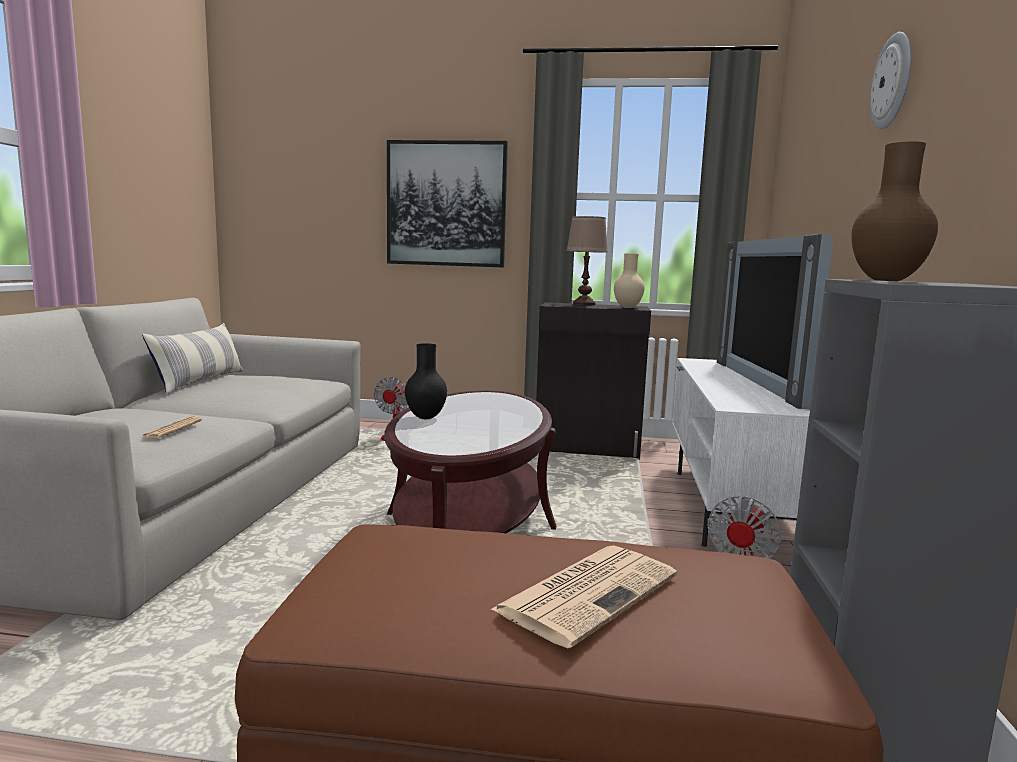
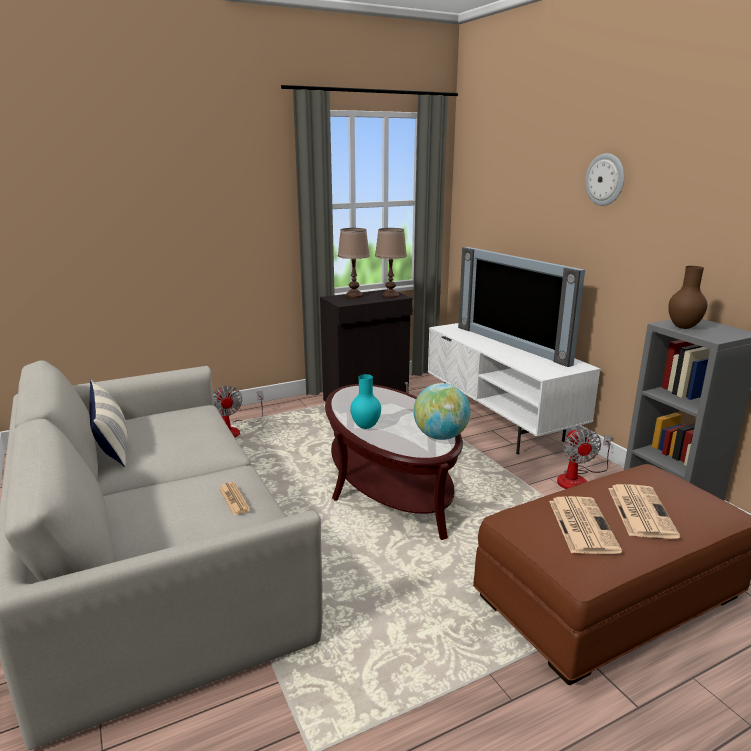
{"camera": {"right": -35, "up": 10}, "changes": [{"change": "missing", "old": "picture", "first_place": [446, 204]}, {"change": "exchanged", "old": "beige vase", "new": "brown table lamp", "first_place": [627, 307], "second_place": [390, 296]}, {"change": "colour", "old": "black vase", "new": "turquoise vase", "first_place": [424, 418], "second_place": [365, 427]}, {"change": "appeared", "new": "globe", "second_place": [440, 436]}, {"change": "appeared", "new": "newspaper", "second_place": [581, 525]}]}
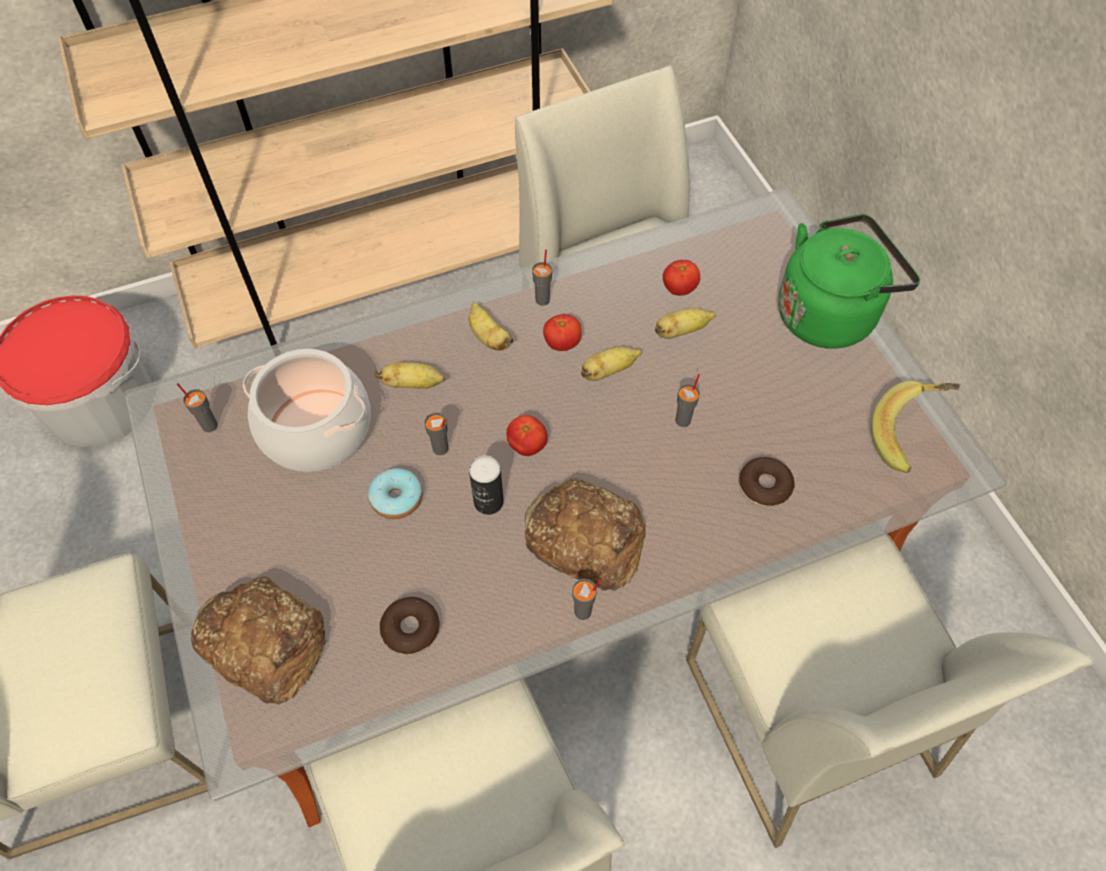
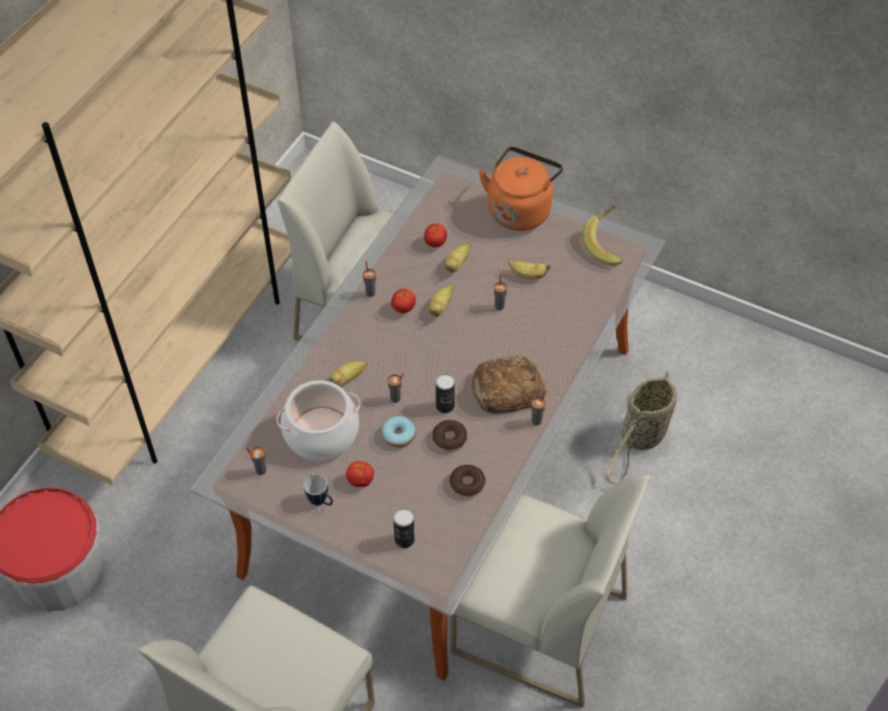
{"camera": {"right": -40, "up": -5}, "changes": [{"change": "colour", "old": "green kettle", "new": "orange kettle", "first_place": [830, 313], "second_place": [520, 209]}, {"change": "relocated", "old": "banana", "first_place": [488, 337], "second_place": [527, 275]}, {"change": "relocated", "old": "tomato", "first_place": [527, 445], "second_place": [360, 481]}, {"change": "relocated", "old": "donut", "first_place": [764, 486], "second_place": [449, 439]}, {"change": "exchanged", "old": "white chair", "new": "basket", "first_place": [805, 714], "second_place": [641, 438]}, {"change": "exchanged", "old": "bread", "new": "can", "first_place": [264, 642], "second_place": [404, 539]}, {"change": "appeared", "new": "mug", "second_place": [321, 502]}]}
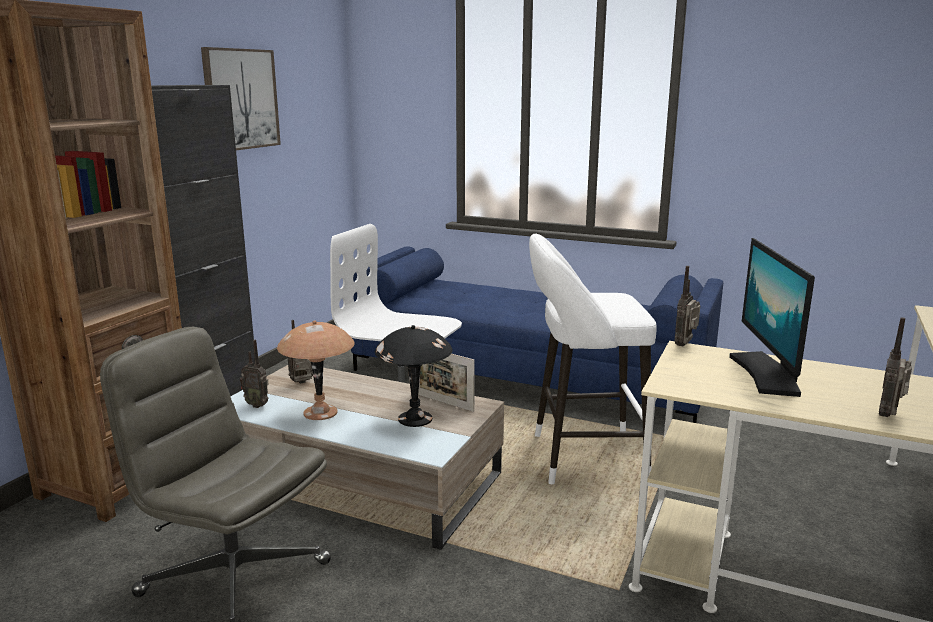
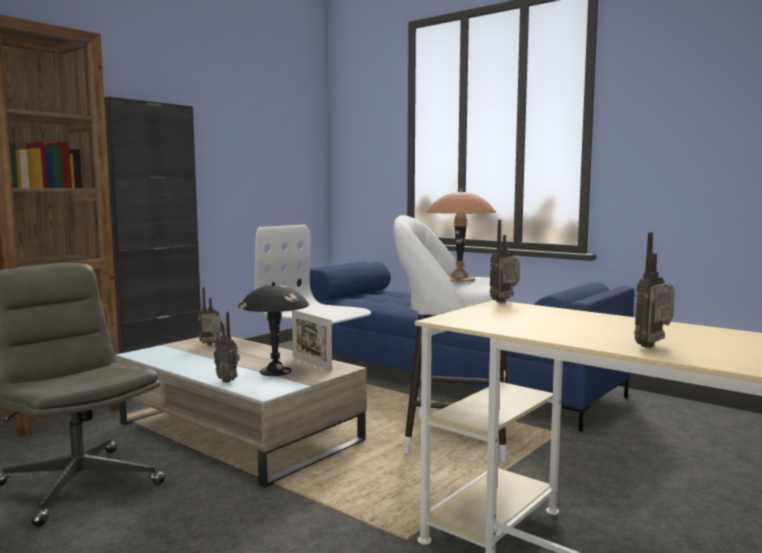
{"camera": {"right": 15, "up": -10}, "changes": [{"change": "missing", "old": "picture", "first_place": [240, 99]}, {"change": "missing", "old": "monitor", "first_place": [767, 374]}, {"change": "relocated", "old": "brown table lamp", "first_place": [320, 413], "second_place": [459, 279]}, {"change": "relocated", "old": "radio", "first_place": [257, 405], "second_place": [228, 380]}]}
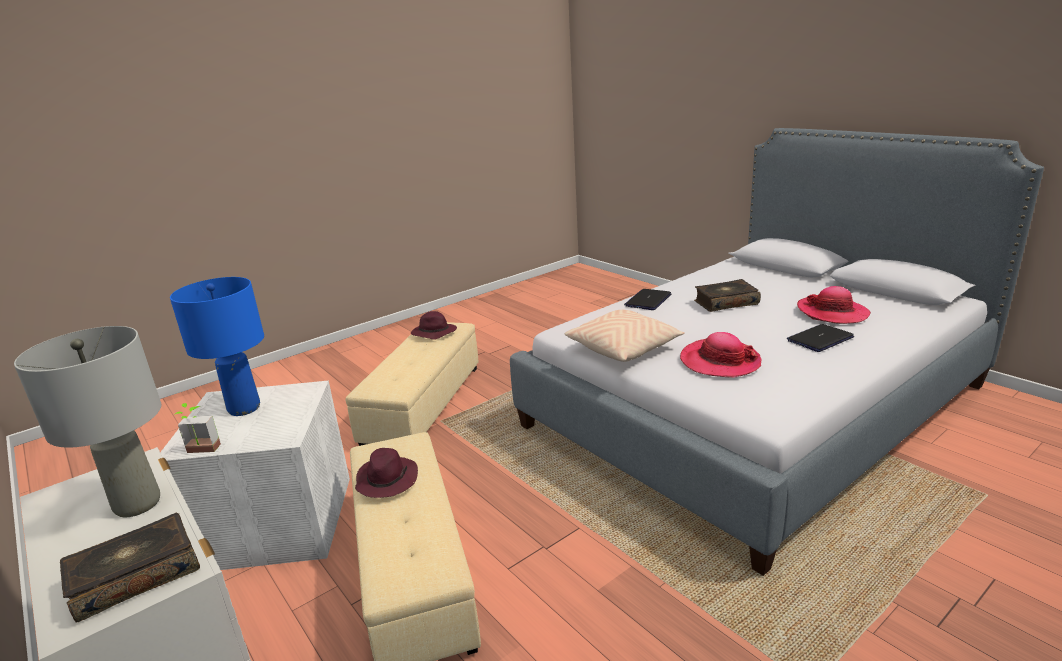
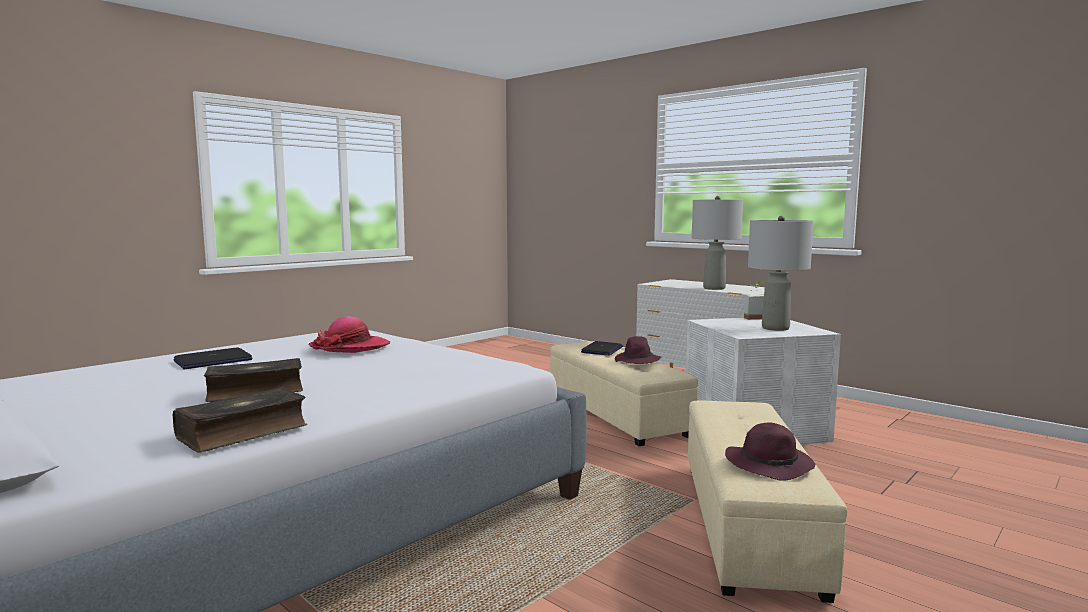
{"camera": {"right": 170, "up": -15}, "changes": [{"change": "colour", "old": "blue table lamp", "new": "grey table lamp", "first_place": [244, 408], "second_place": [774, 328]}, {"change": "missing", "old": "hat", "first_place": [832, 313]}, {"change": "relocated", "old": "laptop", "first_place": [648, 300], "second_place": [602, 350]}, {"change": "missing", "old": "beige pillow", "first_place": [624, 348]}, {"change": "relocated", "old": "book", "first_place": [136, 576], "second_place": [243, 432]}]}
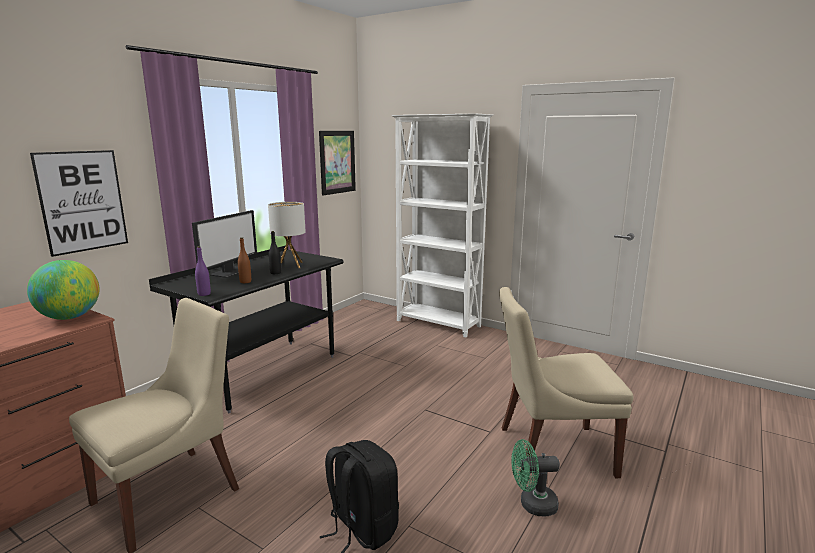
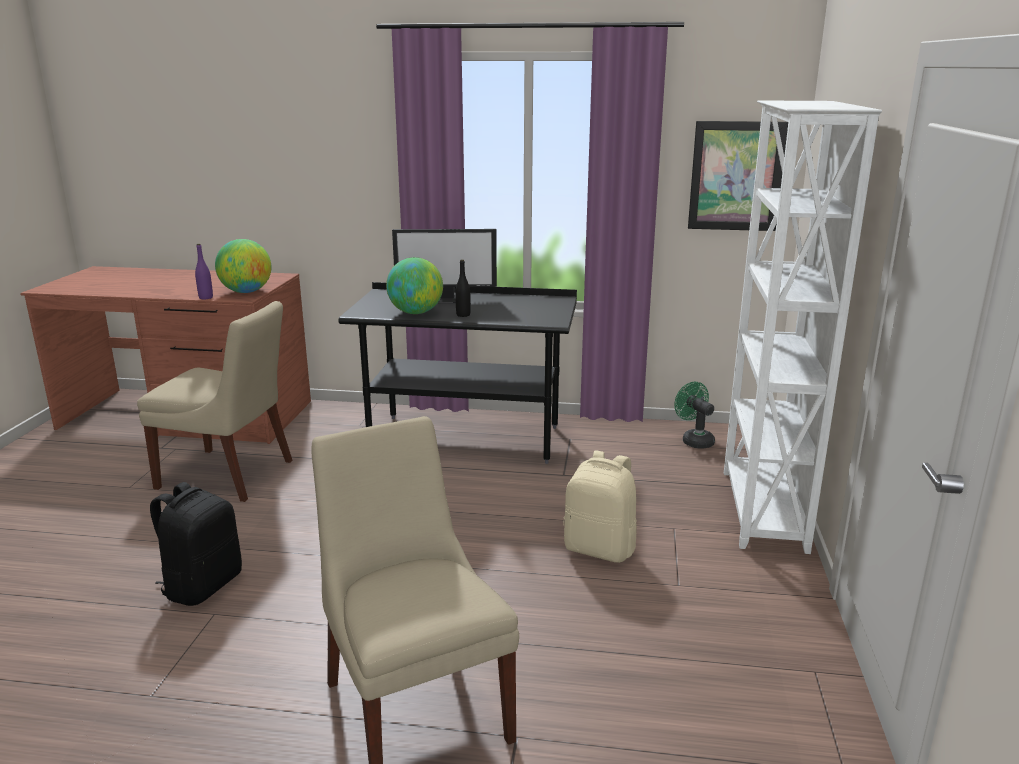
{"camera": {"right": 65, "up": 5}, "changes": [{"change": "missing", "old": "picture", "first_place": [82, 201]}, {"change": "missing", "old": "table lamp", "first_place": [290, 265]}, {"change": "exchanged", "old": "brown bottle", "new": "globe", "first_place": [245, 282], "second_place": [416, 313]}, {"change": "relocated", "old": "purple bottle", "first_place": [204, 294], "second_place": [206, 297]}, {"change": "relocated", "old": "green fan", "first_place": [532, 504], "second_place": [694, 440]}, {"change": "appeared", "new": "beige backpack", "second_place": [600, 549]}]}
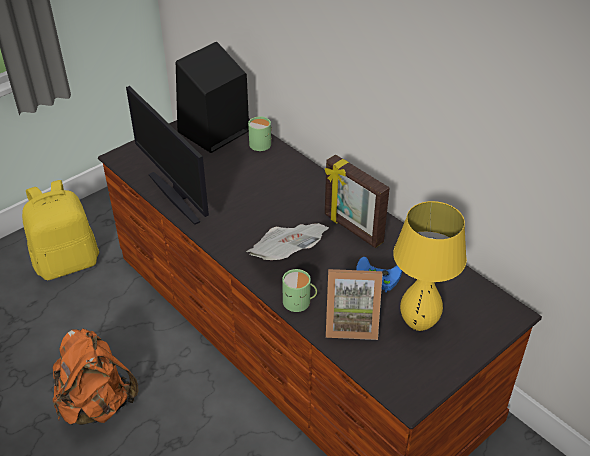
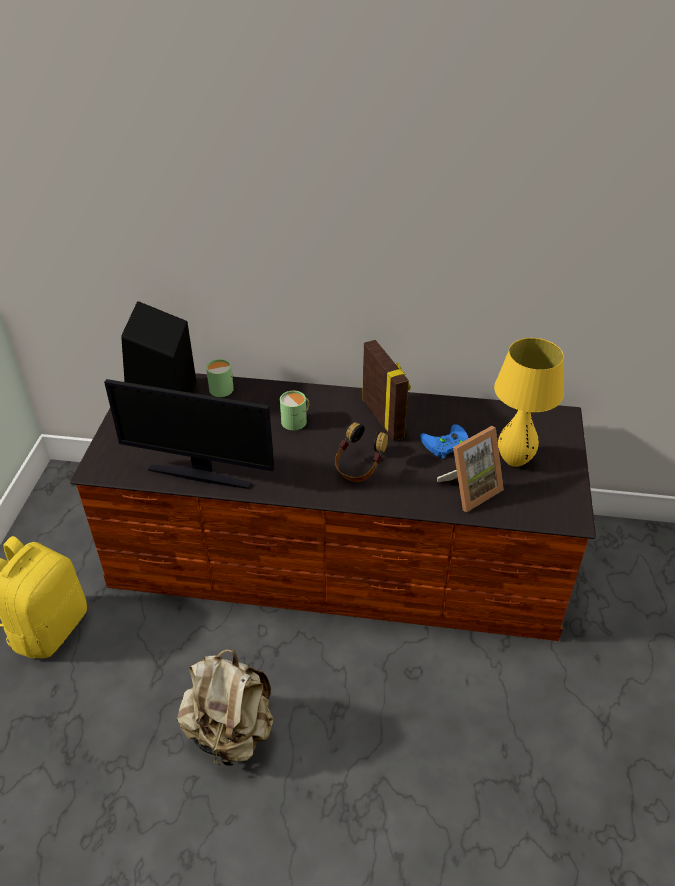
{"camera": {"right": -40, "up": 0}, "changes": [{"change": "spun", "old": "picture frame", "first_place": [352, 229], "second_place": [384, 418], "degrees": -120}, {"change": "exchanged", "old": "newspaper", "new": "headphones", "first_place": [286, 255], "second_place": [358, 468]}, {"change": "relocated", "old": "green mug", "first_place": [299, 302], "second_place": [296, 421]}, {"change": "colour", "old": "orange backpack", "new": "beige backpack", "first_place": [97, 404], "second_place": [231, 731]}]}
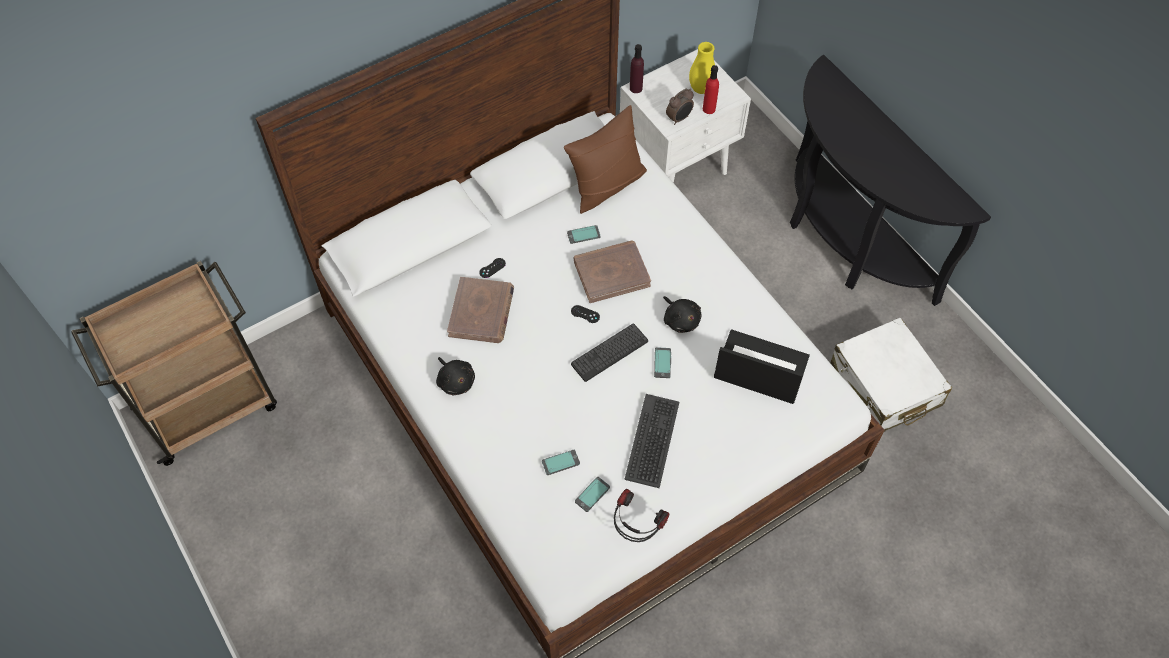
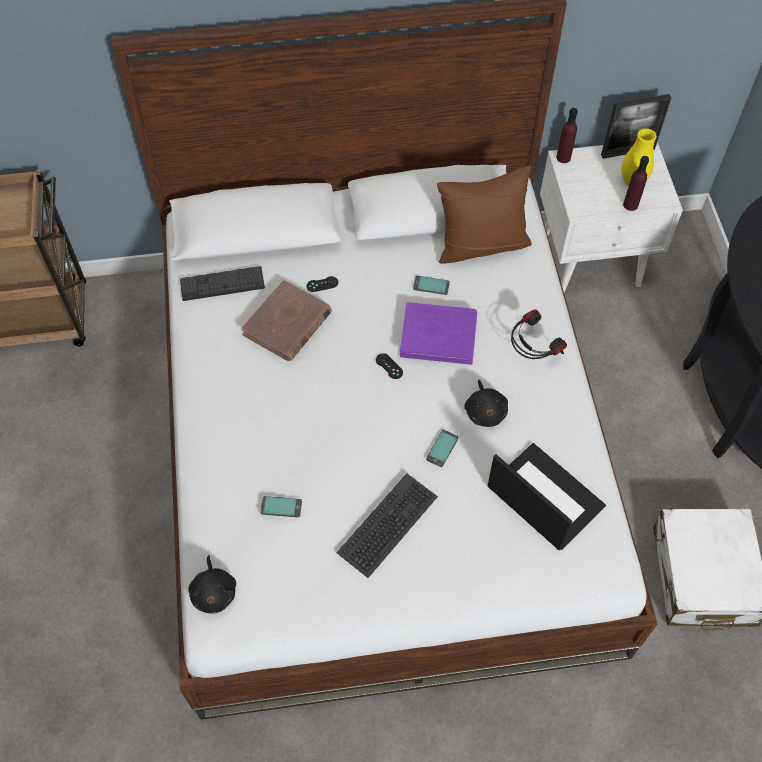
{"camera": {"right": 25, "up": 0}, "changes": [{"change": "colour", "old": "red bottle", "new": "purple bottle", "first_place": [709, 109], "second_place": [630, 205]}, {"change": "missing", "old": "alarm clock", "first_place": [679, 118]}, {"change": "colour", "old": "brown book", "new": "purple book", "first_place": [611, 273], "second_place": [438, 335]}, {"change": "relocated", "old": "keyboard", "first_place": [609, 353], "second_place": [222, 284]}, {"change": "relocated", "old": "black plush toy", "first_place": [456, 381], "second_place": [214, 592]}, {"change": "missing", "old": "phone", "first_place": [592, 494]}, {"change": "relocated", "old": "headphones", "first_place": [636, 527], "second_place": [532, 352]}, {"change": "appeared", "new": "picture frame", "second_place": [627, 152]}]}
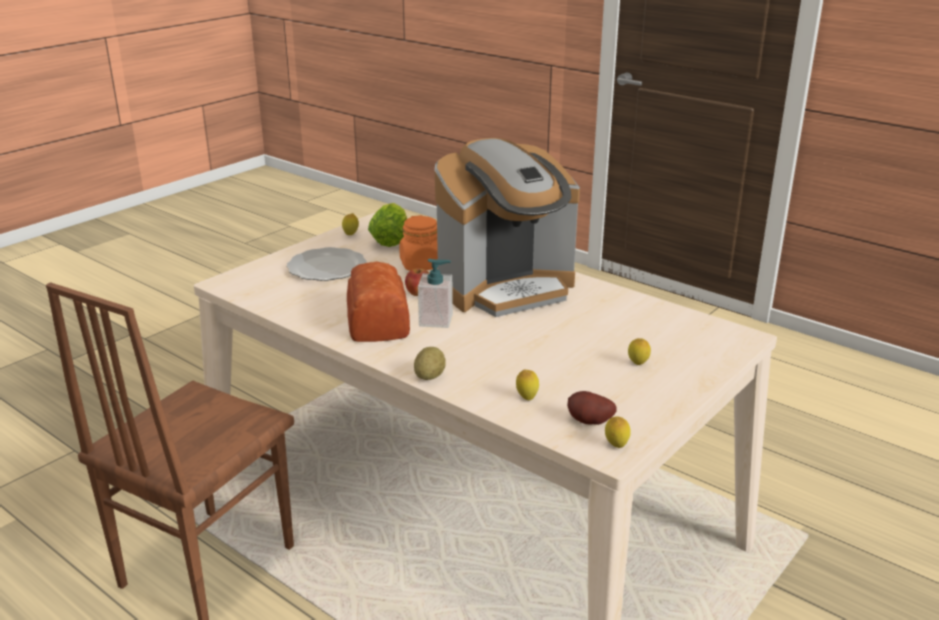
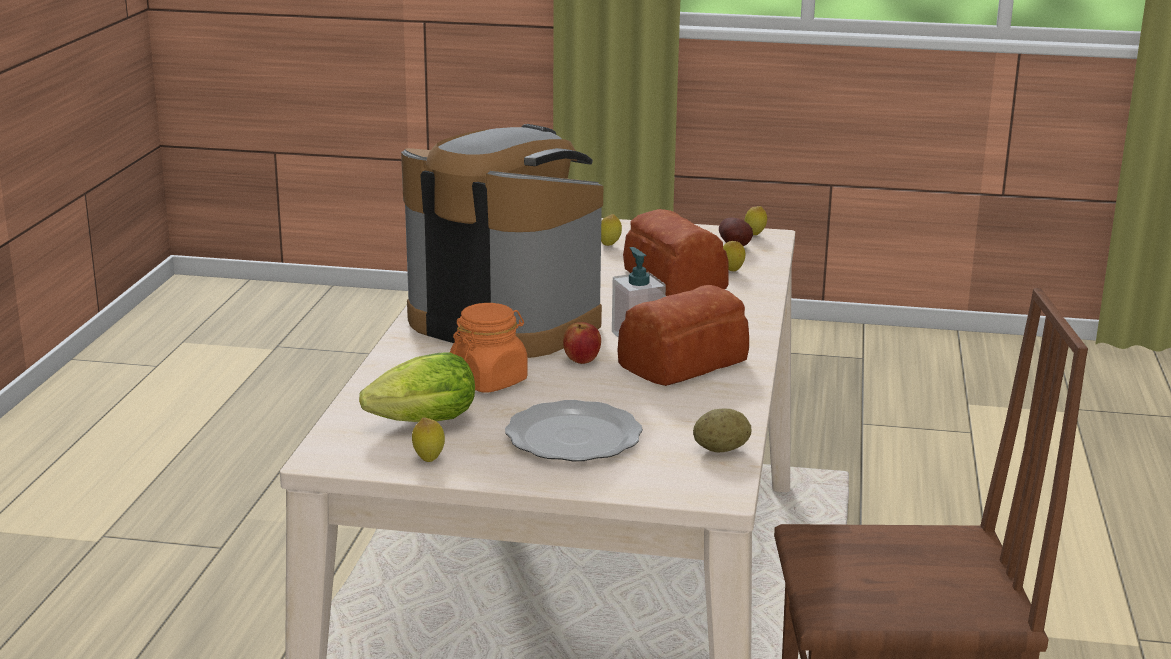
{"camera": {"right": -120, "up": -5}, "changes": [{"change": "relocated", "old": "potato", "first_place": [429, 376], "second_place": [721, 449]}, {"change": "appeared", "new": "bread", "second_place": [674, 281]}]}
